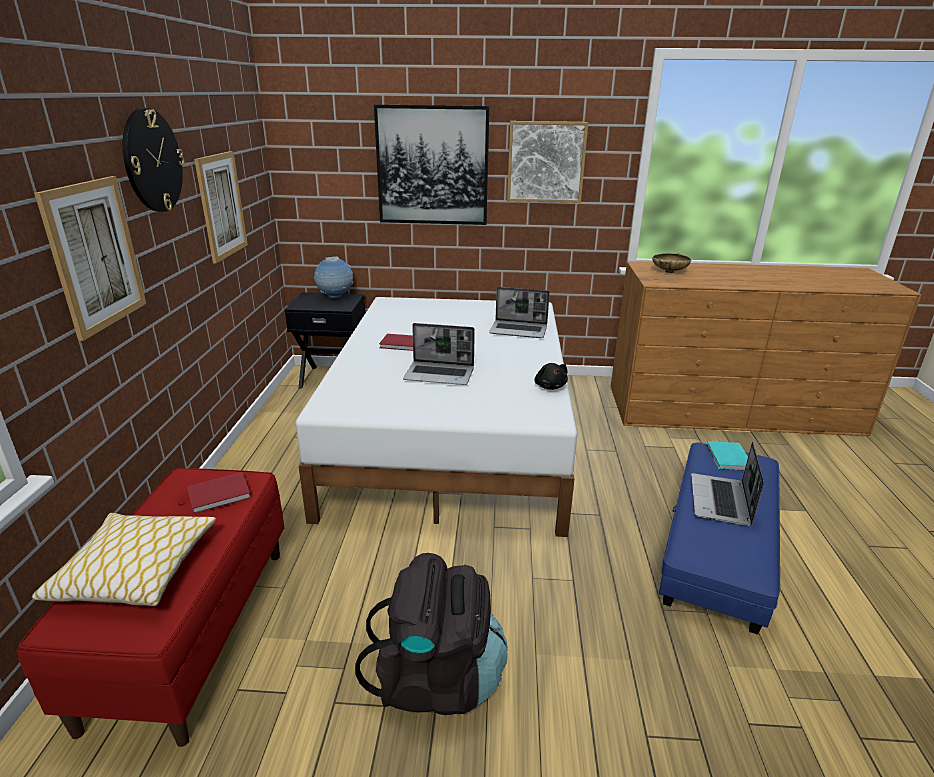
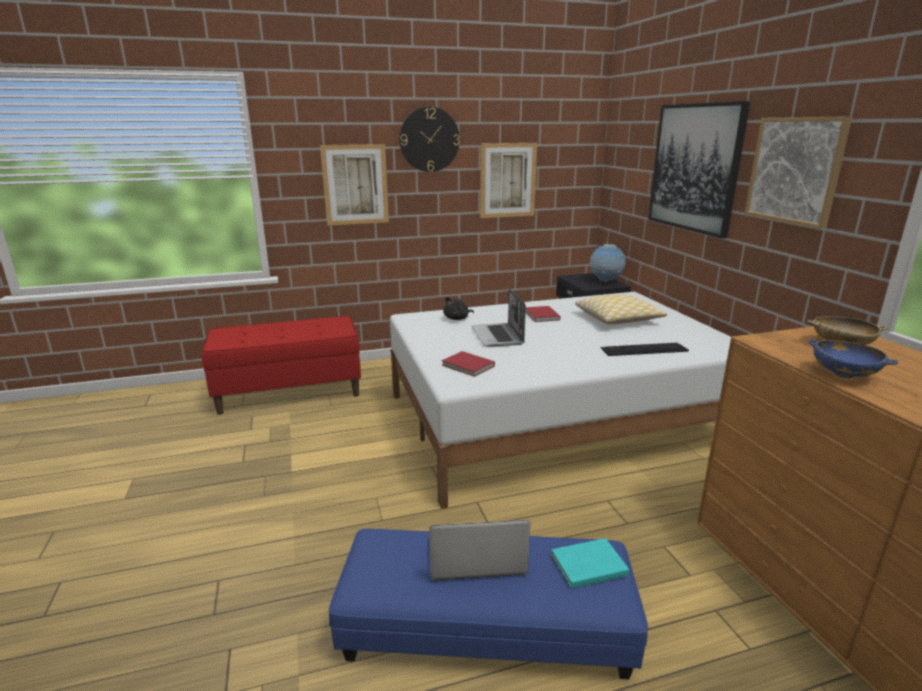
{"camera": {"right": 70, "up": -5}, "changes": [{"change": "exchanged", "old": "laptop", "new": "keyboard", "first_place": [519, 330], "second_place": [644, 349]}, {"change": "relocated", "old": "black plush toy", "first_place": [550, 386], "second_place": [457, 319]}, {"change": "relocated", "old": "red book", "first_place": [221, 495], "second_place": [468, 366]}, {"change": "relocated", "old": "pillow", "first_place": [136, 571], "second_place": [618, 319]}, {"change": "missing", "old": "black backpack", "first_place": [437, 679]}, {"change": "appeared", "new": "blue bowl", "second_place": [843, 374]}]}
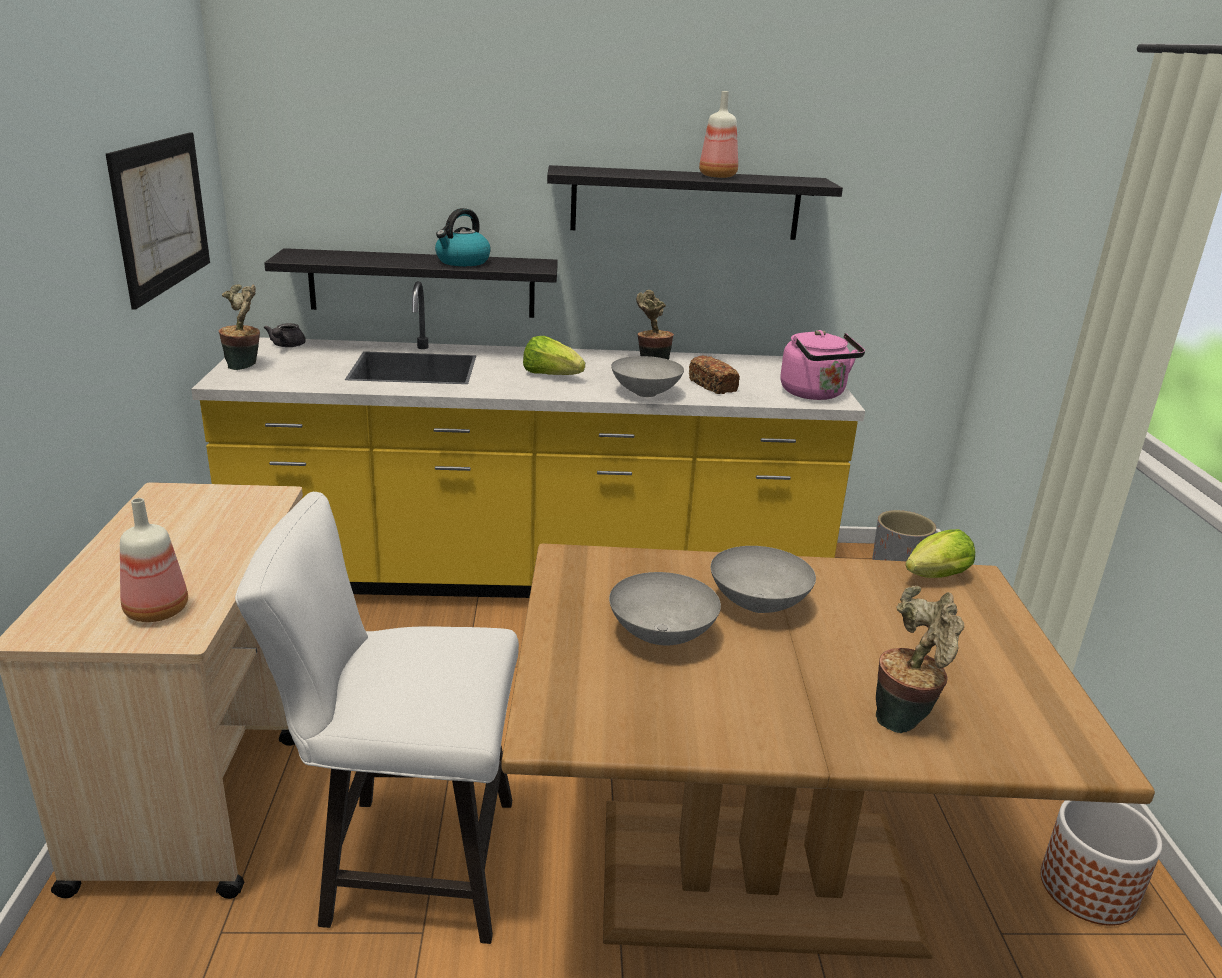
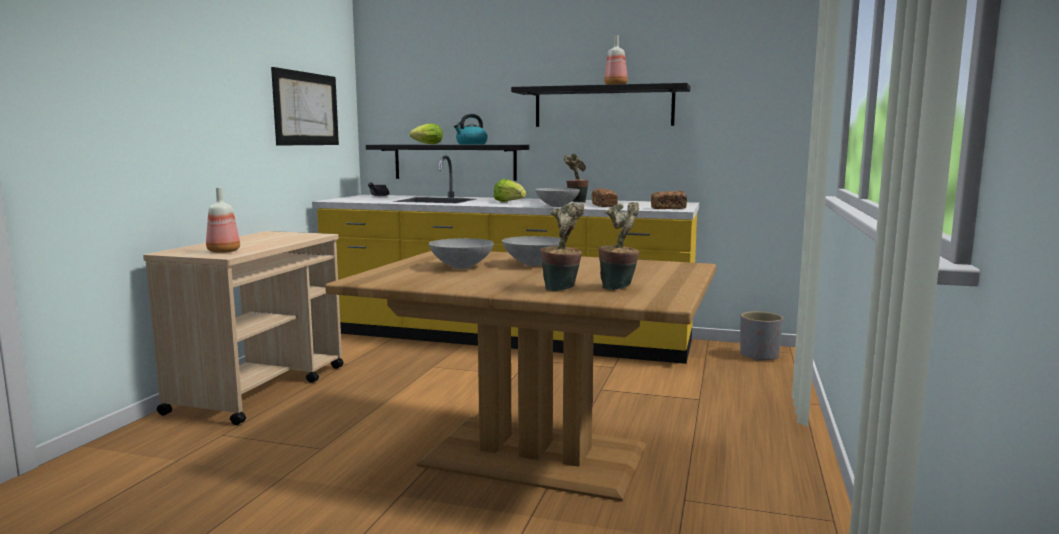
{"camera": {"right": 20, "up": -15}, "changes": [{"change": "relocated", "old": "potted plant", "first_place": [245, 366], "second_place": [619, 287]}, {"change": "exchanged", "old": "pink kettle", "new": "bread", "first_place": [815, 394], "second_place": [668, 208]}, {"change": "missing", "old": "white chair", "first_place": [405, 862]}, {"change": "relocated", "old": "lettuce", "first_place": [933, 578], "second_place": [426, 144]}, {"change": "missing", "old": "planter", "first_place": [1088, 890]}]}
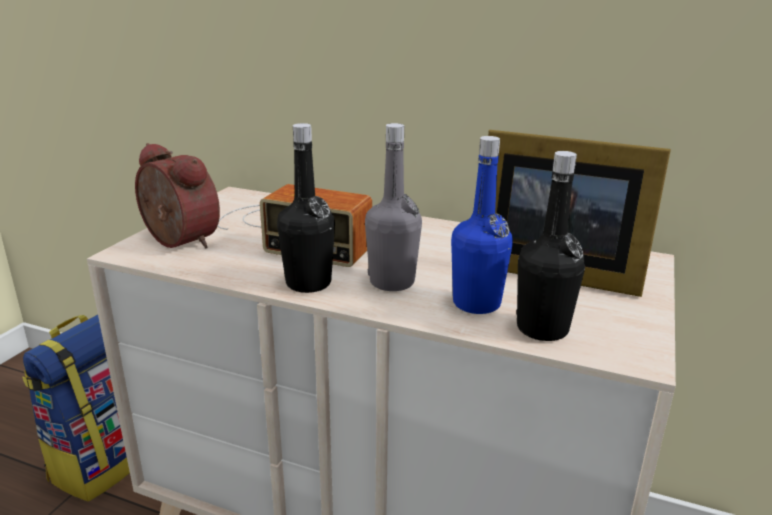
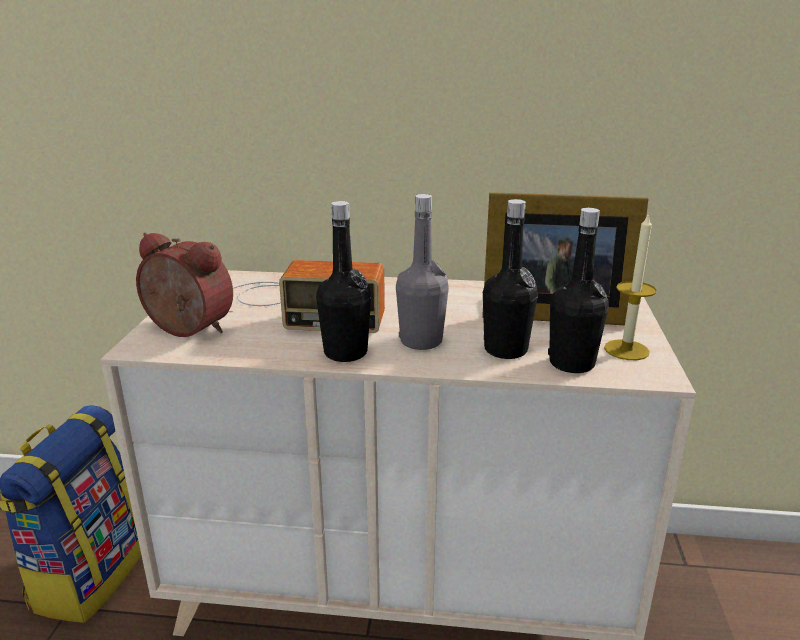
{"camera": {"right": -15, "up": 0}, "changes": [{"change": "colour", "old": "blue bottle", "new": "black bottle", "first_place": [476, 303], "second_place": [505, 350]}, {"change": "appeared", "new": "candle", "second_place": [626, 350]}]}
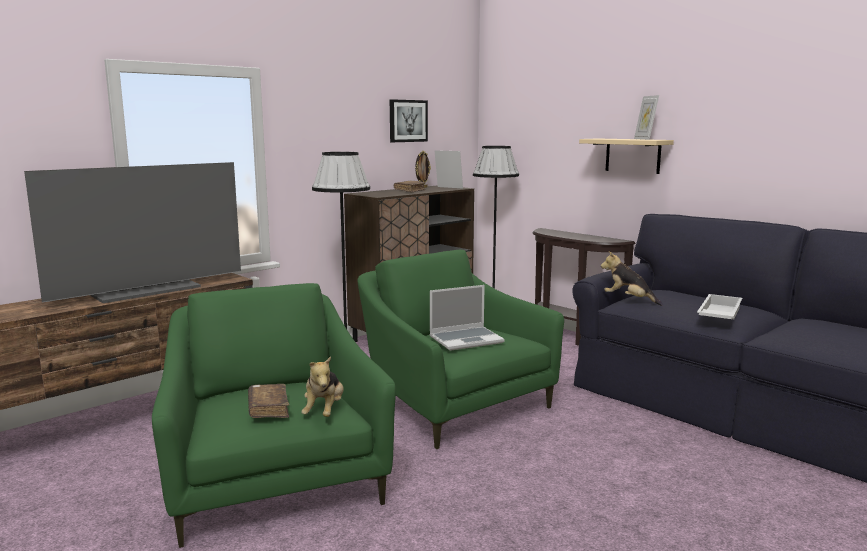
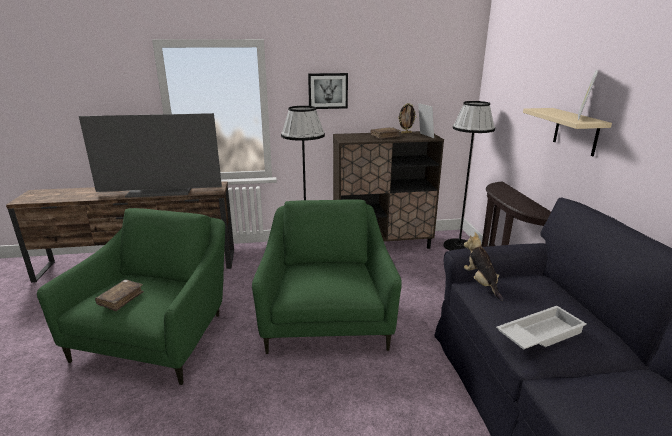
{"camera": {"right": 35, "up": 10}, "changes": [{"change": "relocated", "old": "picture", "first_place": [407, 121], "second_place": [328, 91]}, {"change": "missing", "old": "laptop", "first_place": [466, 339]}, {"change": "missing", "old": "plush toy", "first_place": [325, 411]}]}
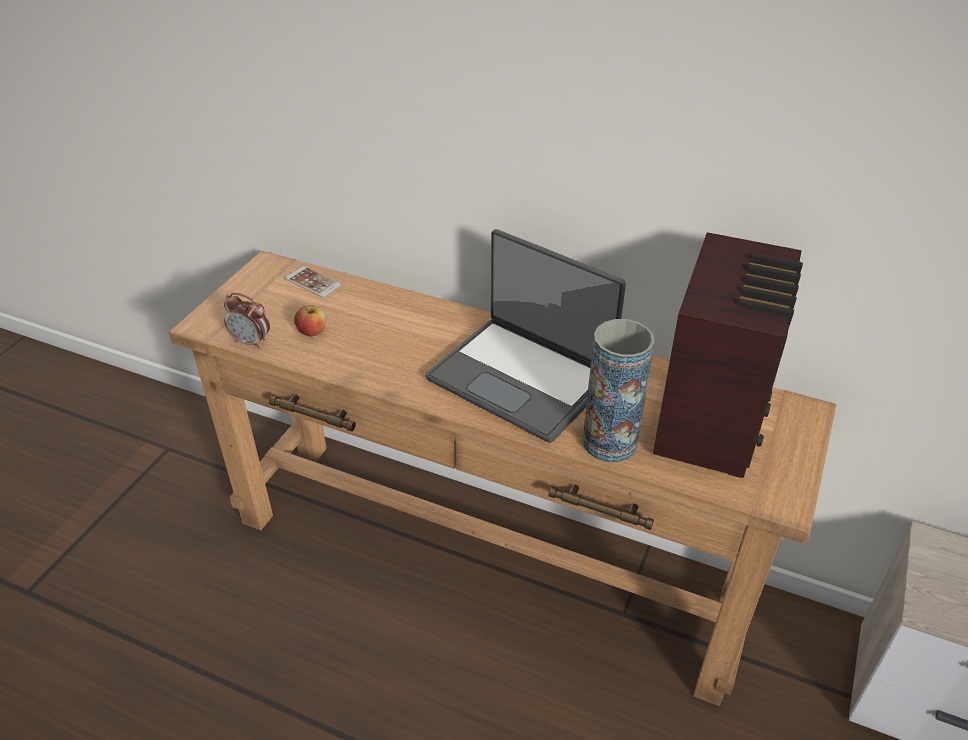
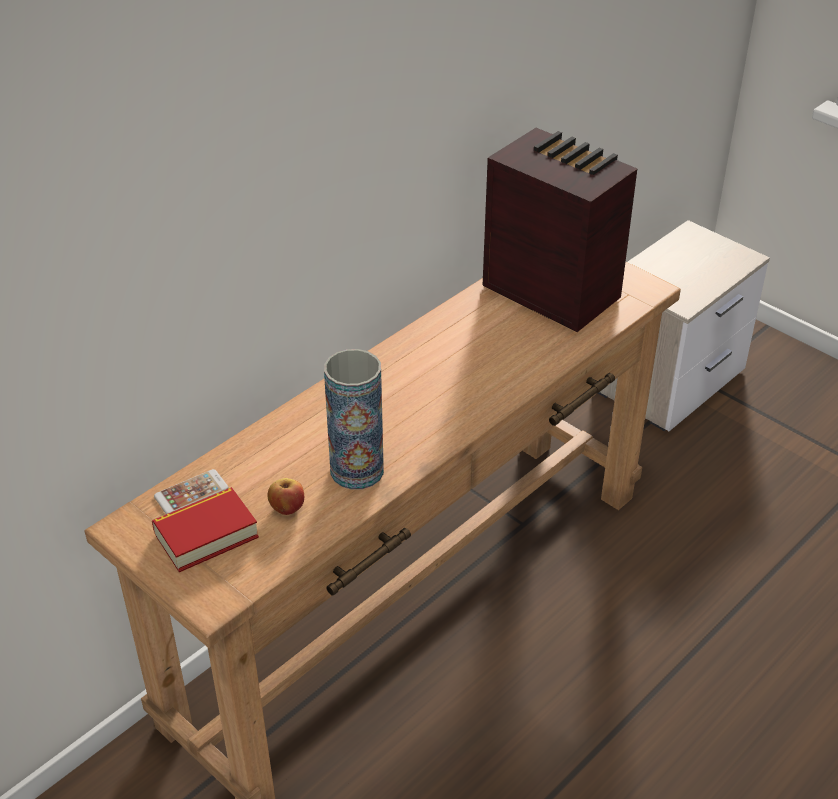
{"camera": {"right": -70, "up": 0}, "changes": [{"change": "missing", "old": "laptop", "first_place": [522, 378]}, {"change": "missing", "old": "alarm clock", "first_place": [251, 342]}, {"change": "relocated", "old": "vase", "first_place": [609, 442], "second_place": [357, 470]}, {"change": "appeared", "new": "book", "second_place": [206, 535]}]}
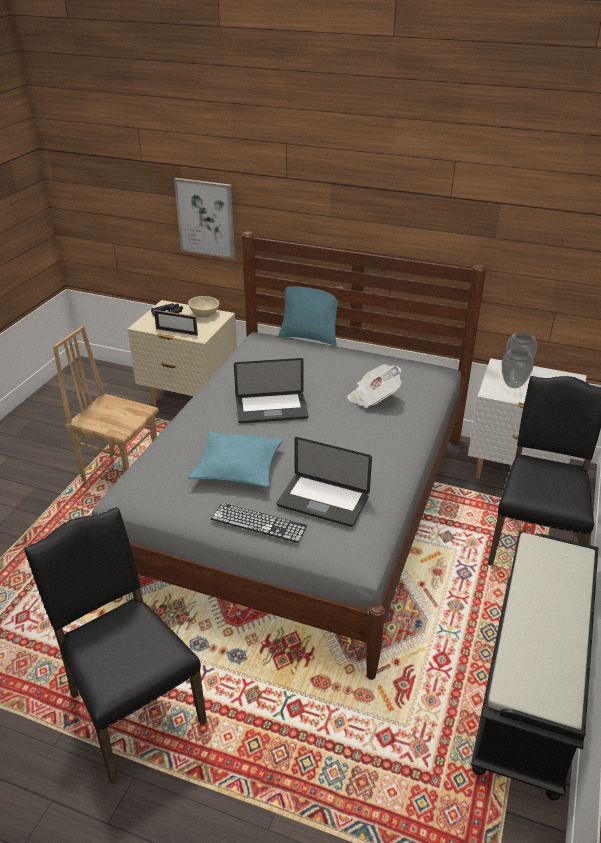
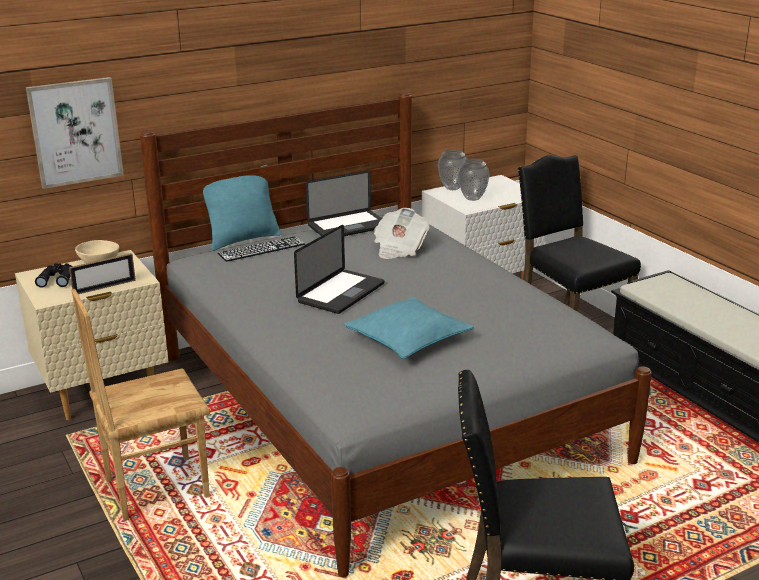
{"camera": {"right": -50, "up": -10}, "changes": [{"change": "relocated", "old": "laptop", "first_place": [323, 501], "second_place": [348, 226]}, {"change": "relocated", "old": "keyboard", "first_place": [258, 522], "second_place": [261, 249]}]}
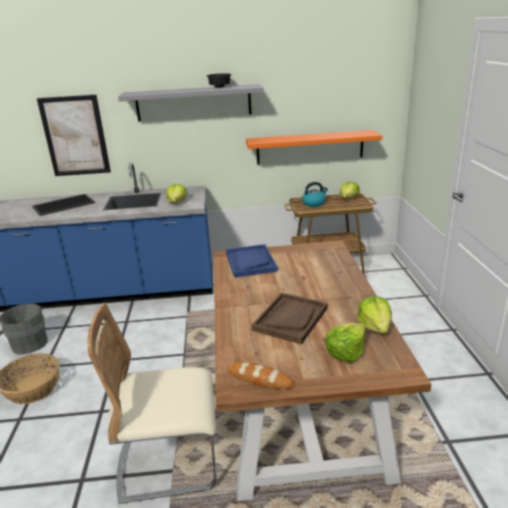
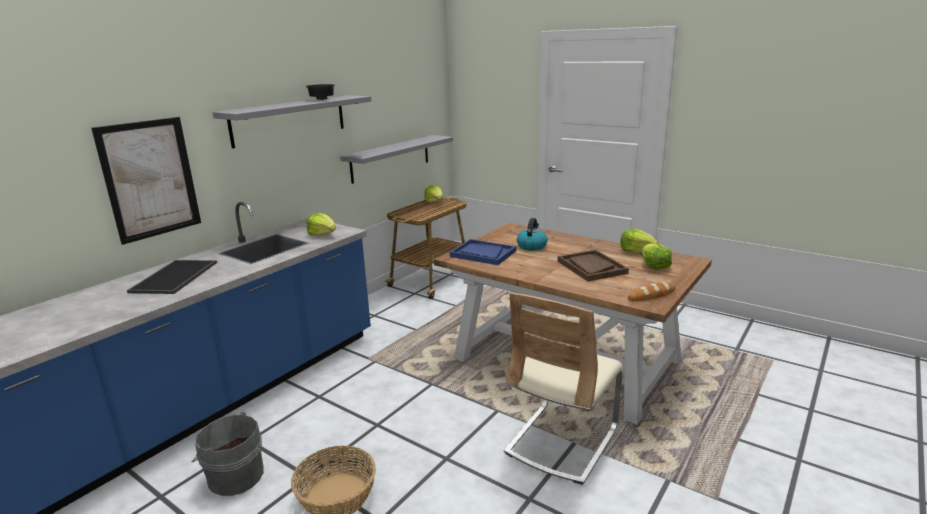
{"camera": {"right": -50, "up": -5}, "changes": [{"change": "colour", "old": "orange shelf", "new": "grey shelf", "first_place": [310, 147], "second_place": [391, 158]}, {"change": "relocated", "old": "kettle", "first_place": [314, 203], "second_place": [531, 246]}]}
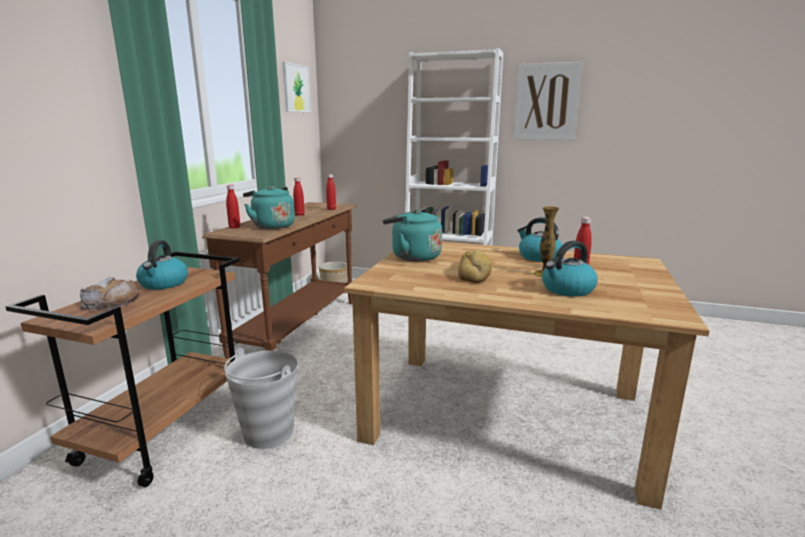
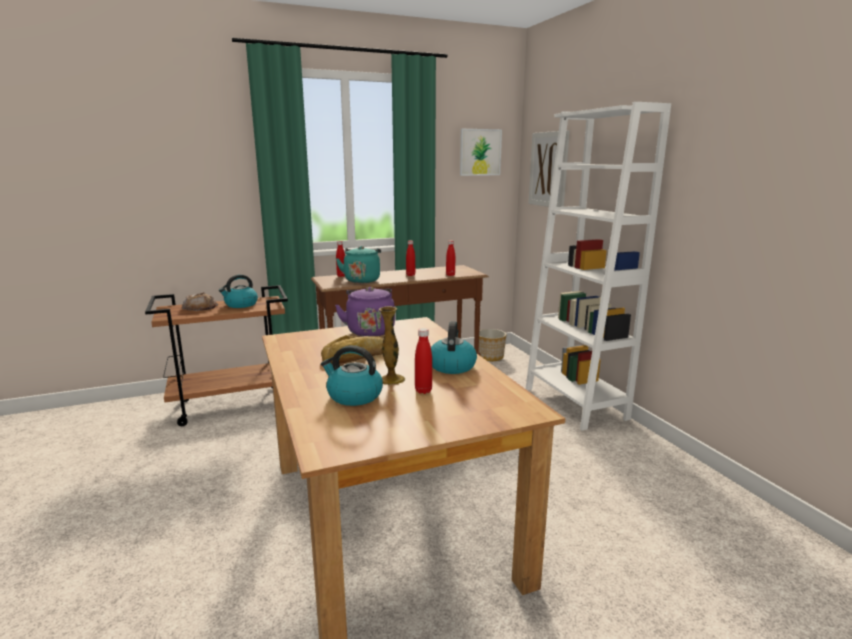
{"camera": {"right": 50, "up": 0}, "changes": [{"change": "relocated", "old": "picture", "first_place": [546, 102], "second_place": [548, 169]}, {"change": "colour", "old": "turquoise kettle", "new": "purple kettle", "first_place": [413, 257], "second_place": [370, 331]}, {"change": "missing", "old": "grey bucket", "first_place": [268, 433]}]}
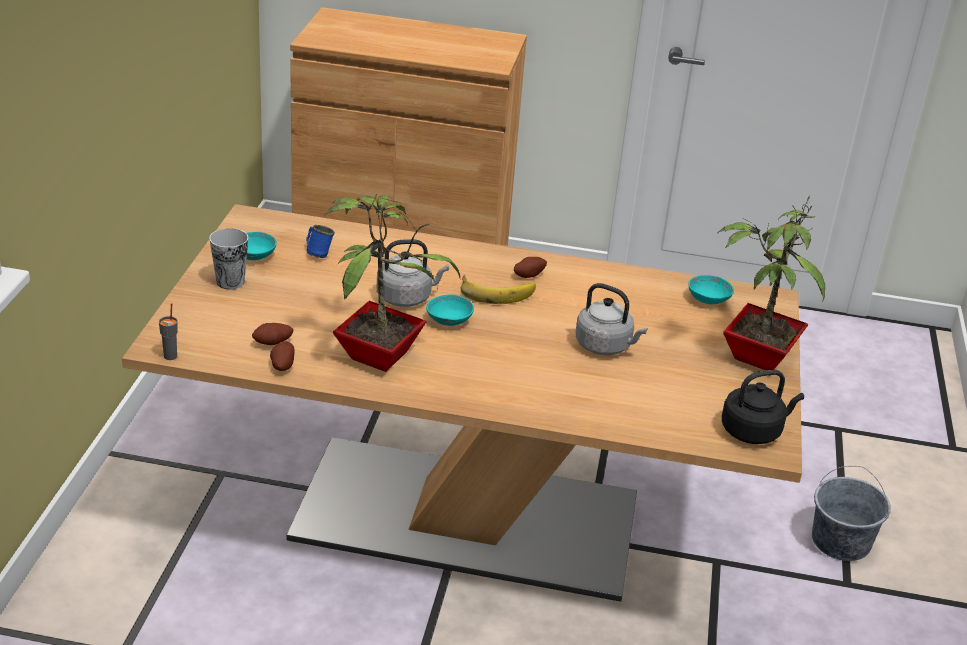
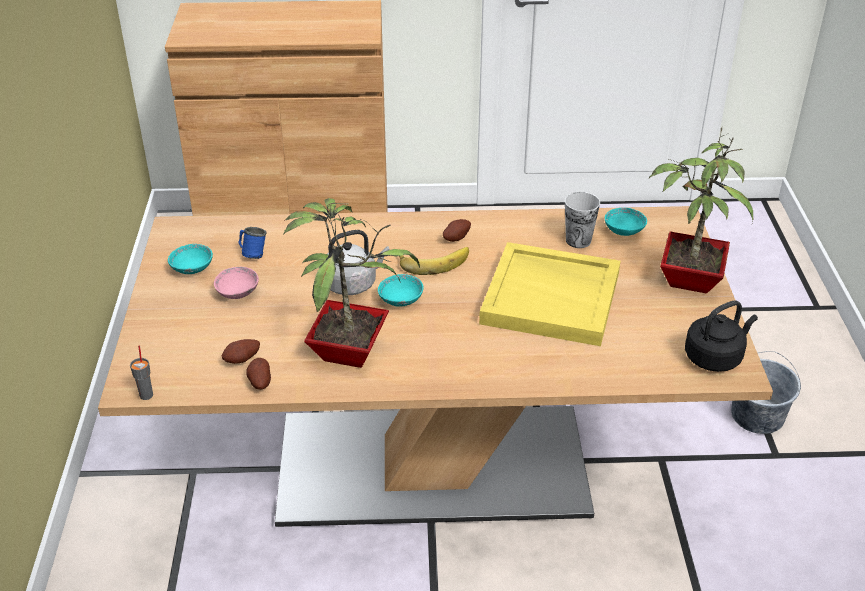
{"camera": {"right": -10, "up": 5}, "changes": [{"change": "relocated", "old": "cup", "first_place": [230, 282], "second_place": [578, 240]}, {"change": "exchanged", "old": "grey kettle", "new": "yellow tray", "first_place": [605, 346], "second_place": [552, 297]}, {"change": "appeared", "new": "pink bowl", "second_place": [237, 293]}]}
